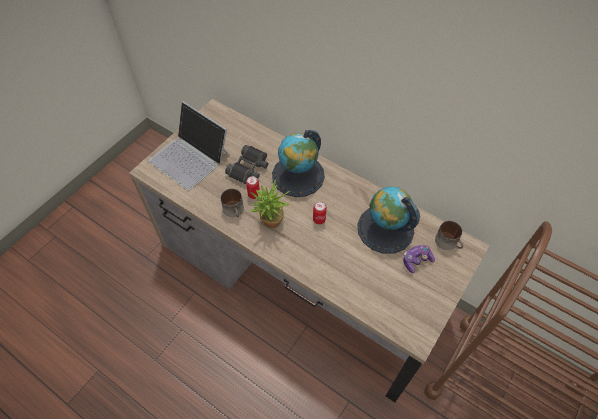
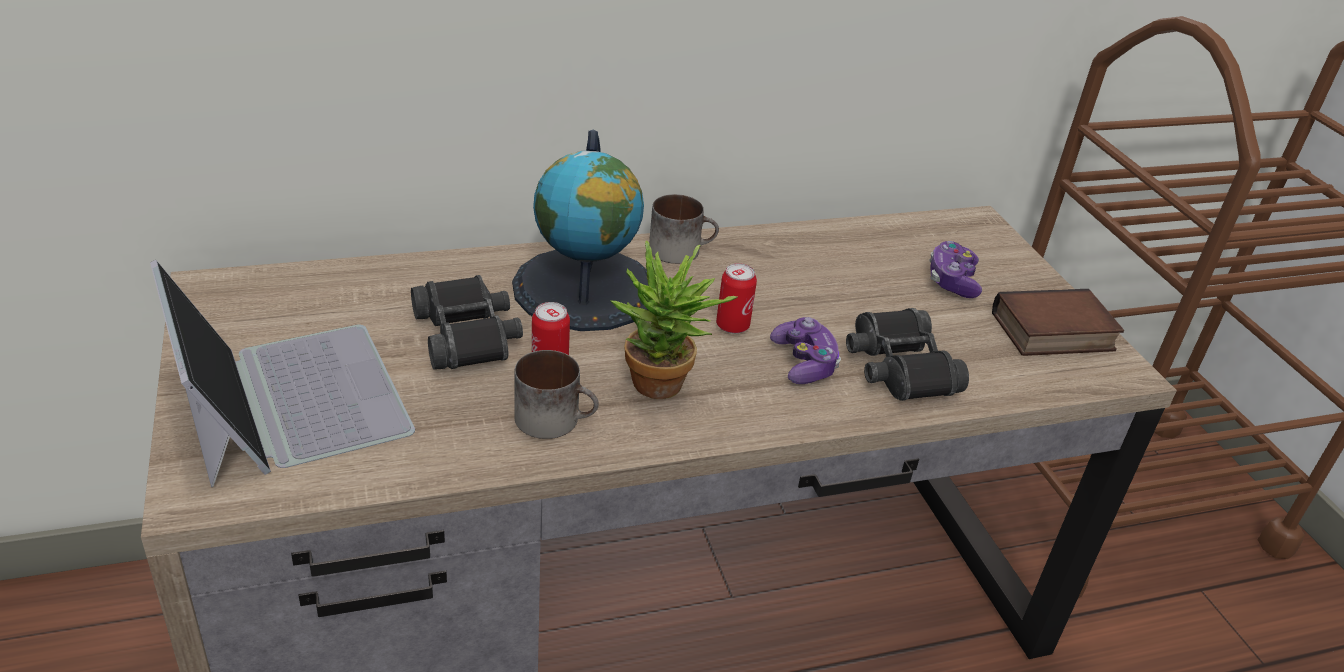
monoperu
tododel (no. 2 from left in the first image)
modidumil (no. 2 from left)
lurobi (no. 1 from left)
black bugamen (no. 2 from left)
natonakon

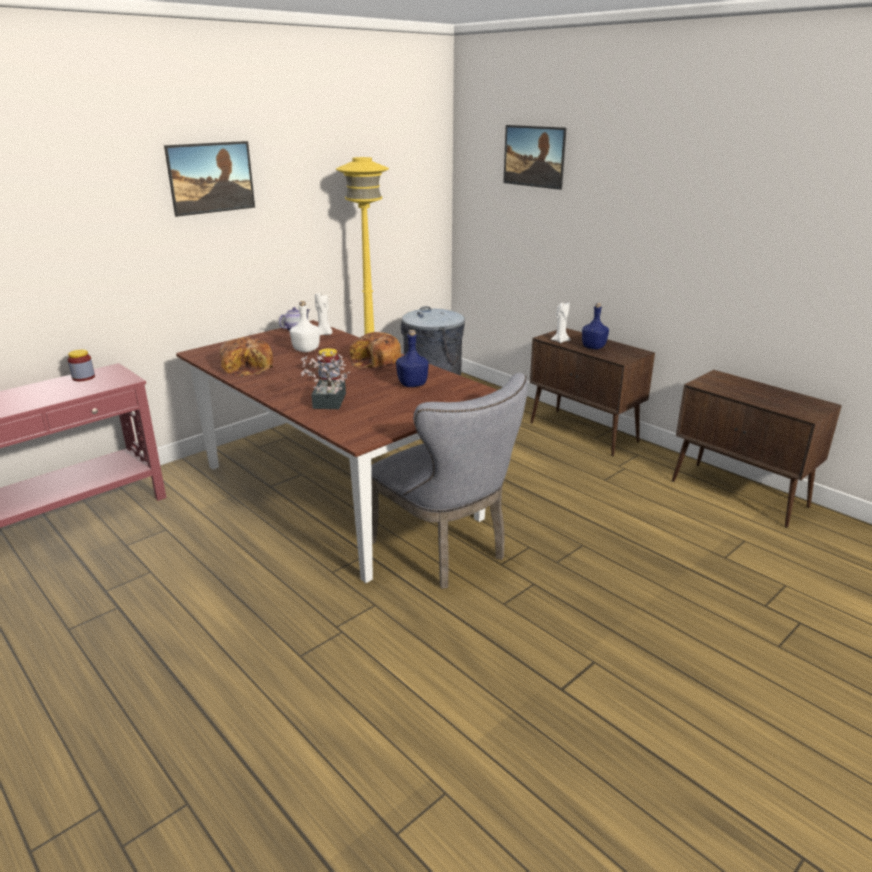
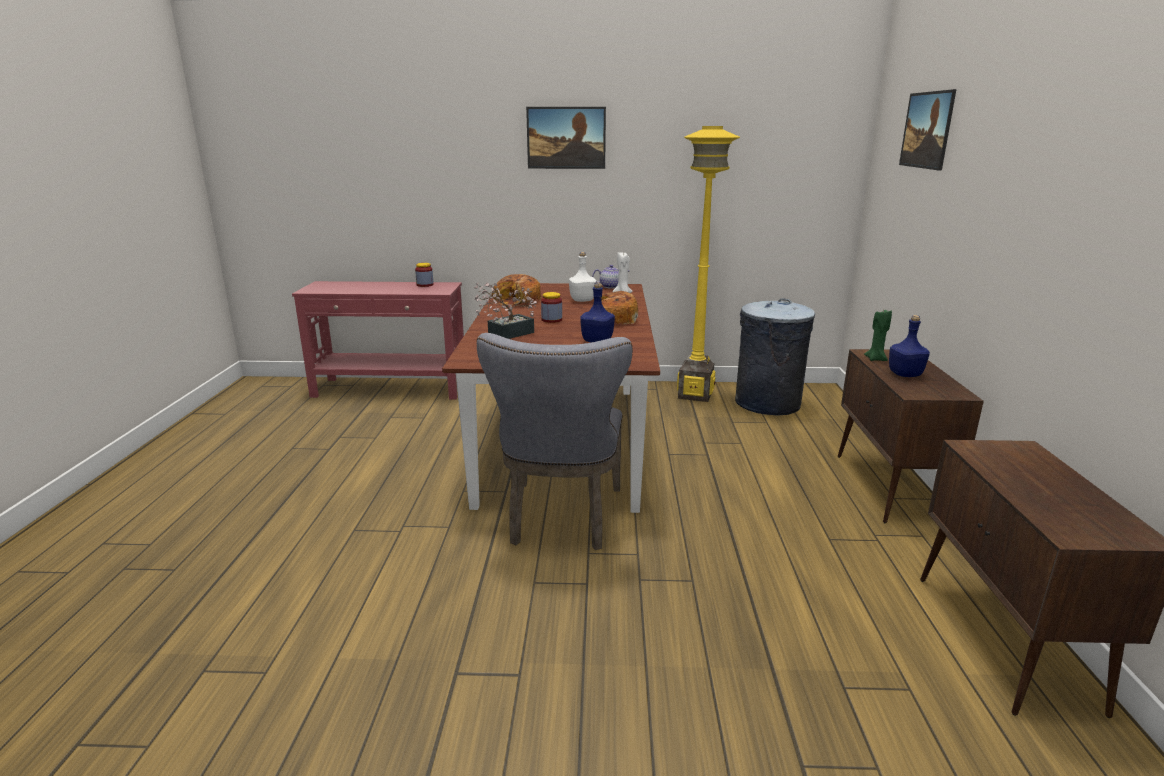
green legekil

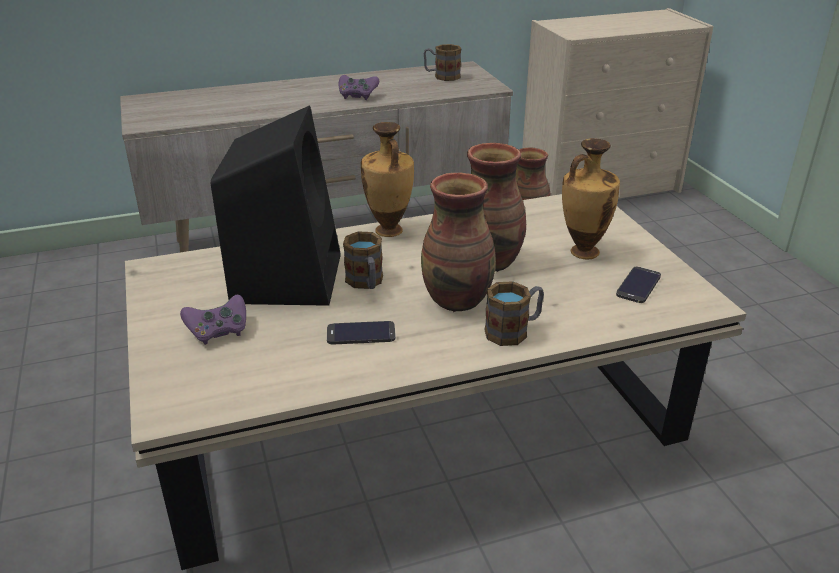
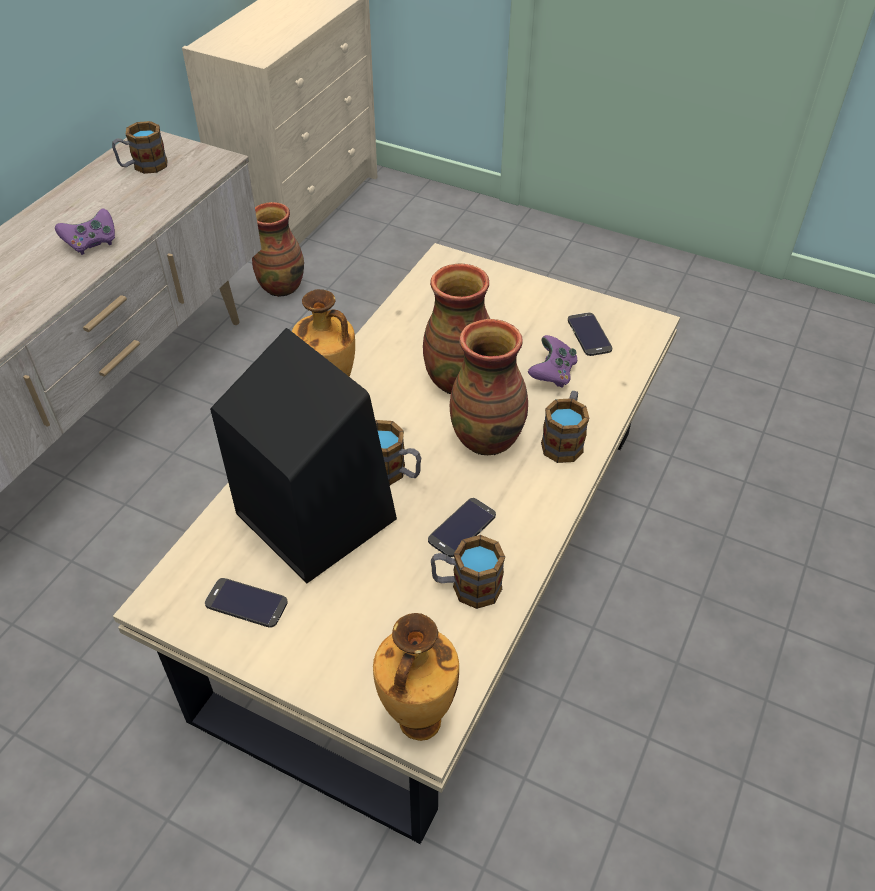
purple lurobi (no. 2 from left)
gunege (no. 3 from left)
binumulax (no. 1 from left)
modidumil (no. 3 from left)

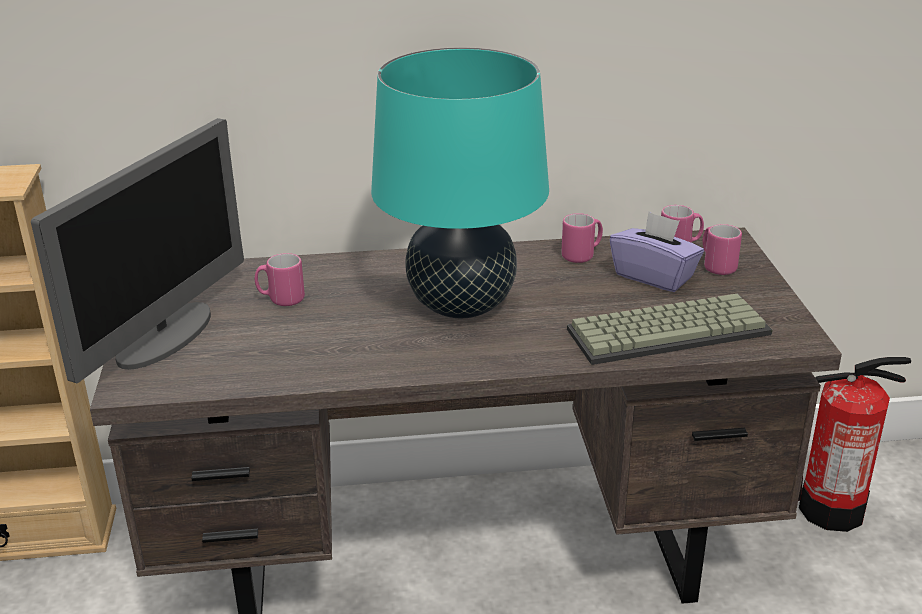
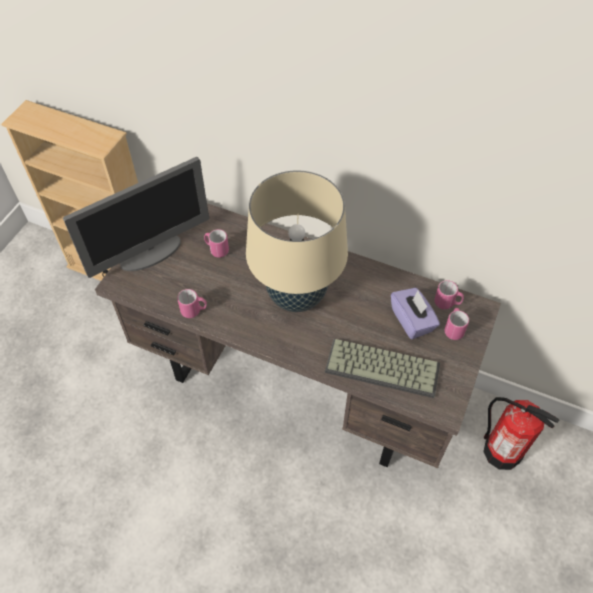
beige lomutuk
pink modidumil (no. 1 from left)

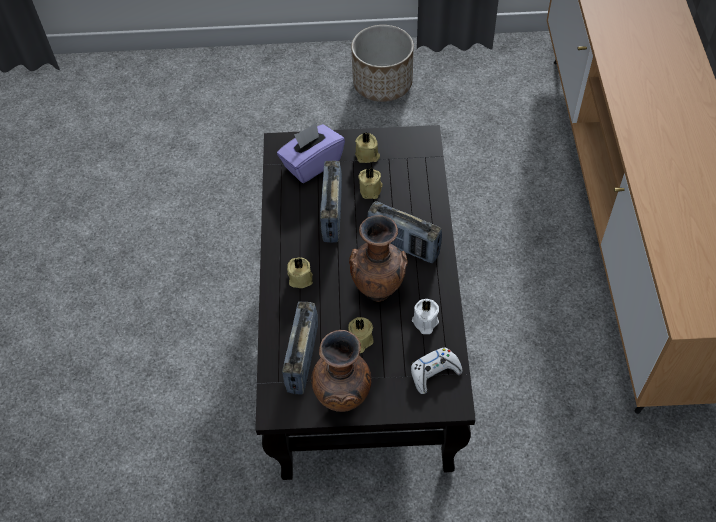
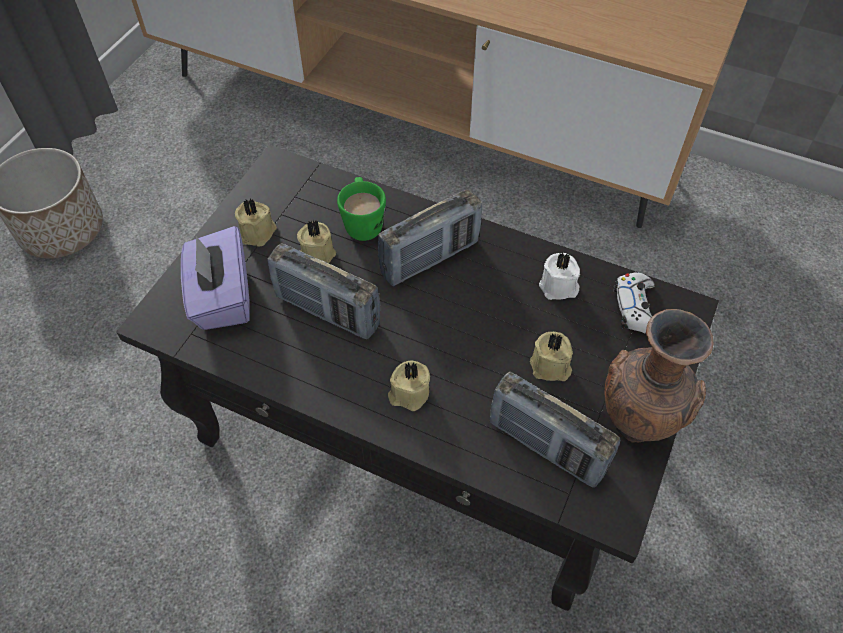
brown gunege (no. 2 from left in the first image)
green modidumil

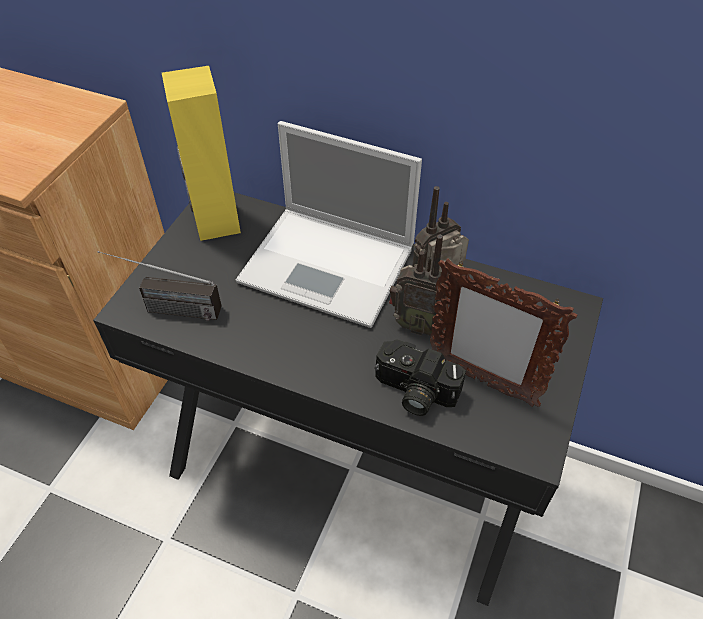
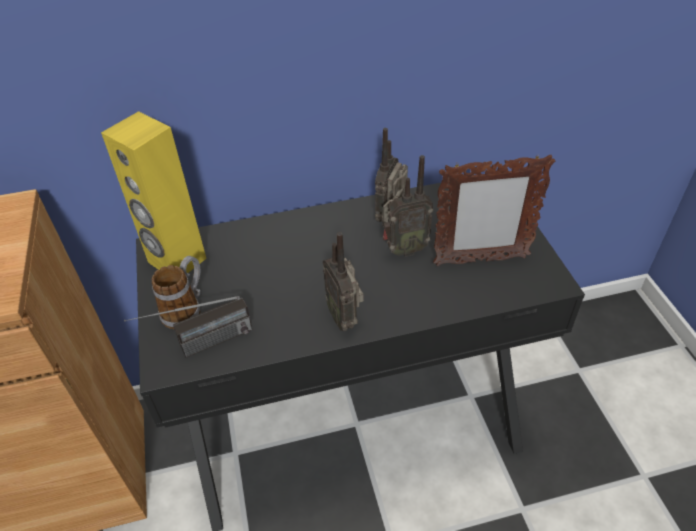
monoperu
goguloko
modidumil
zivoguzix (no. 2 from left)

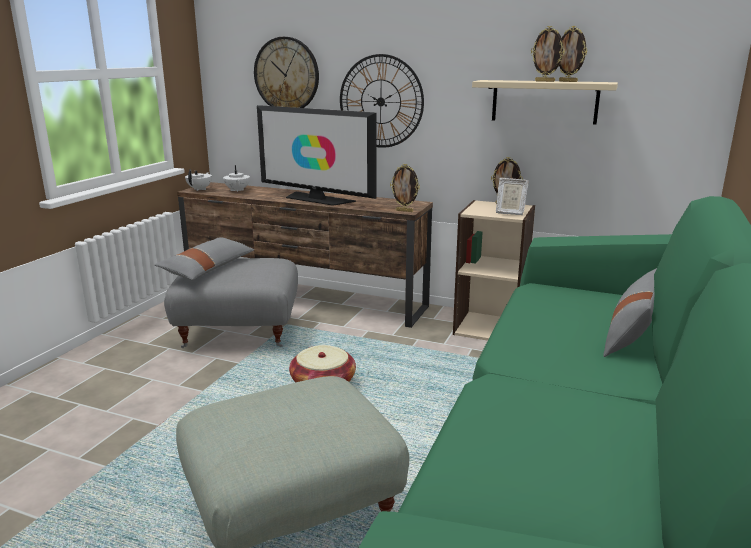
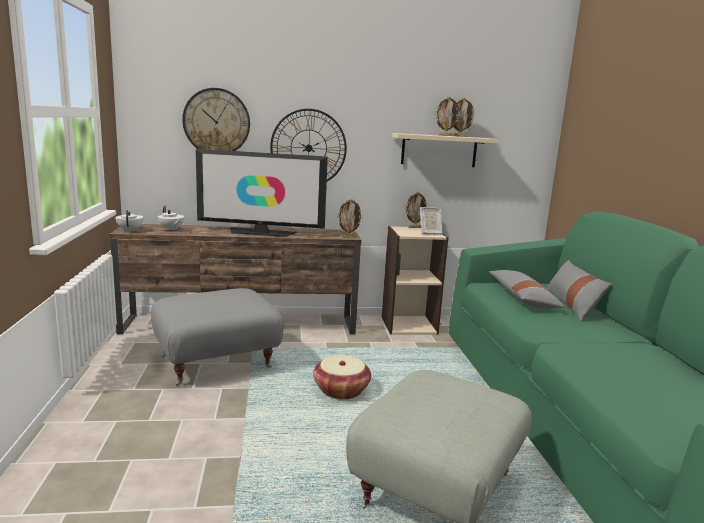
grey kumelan (no. 1 from left)

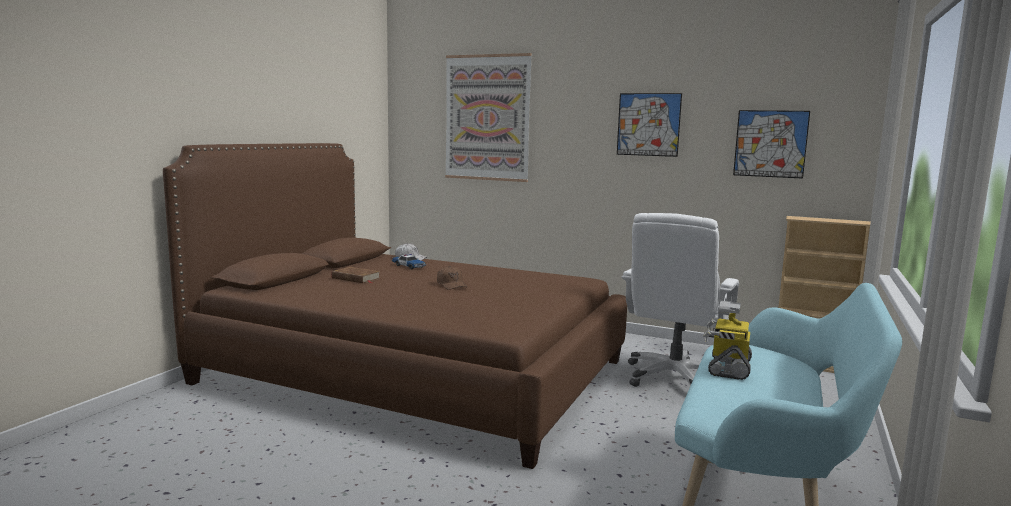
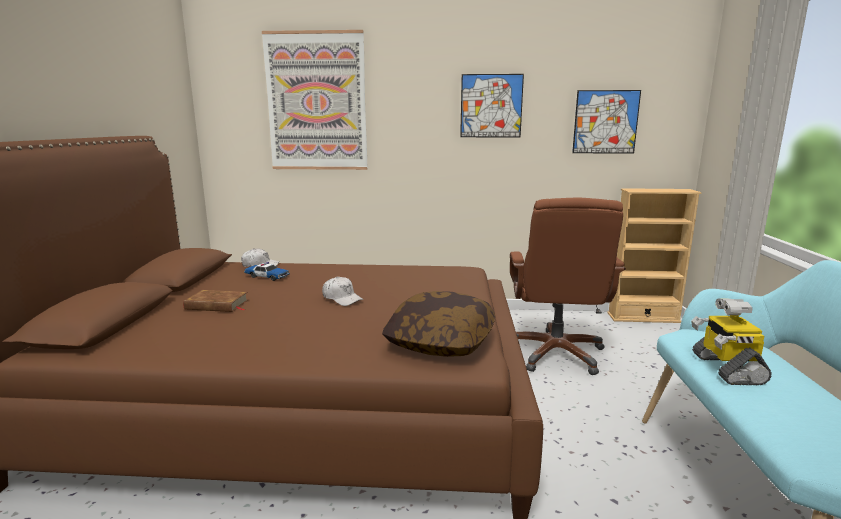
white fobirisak (no. 2 from left)
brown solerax
kumelan

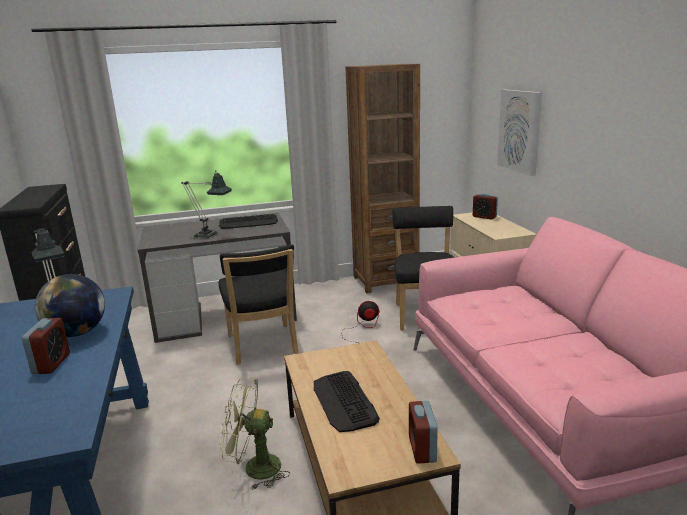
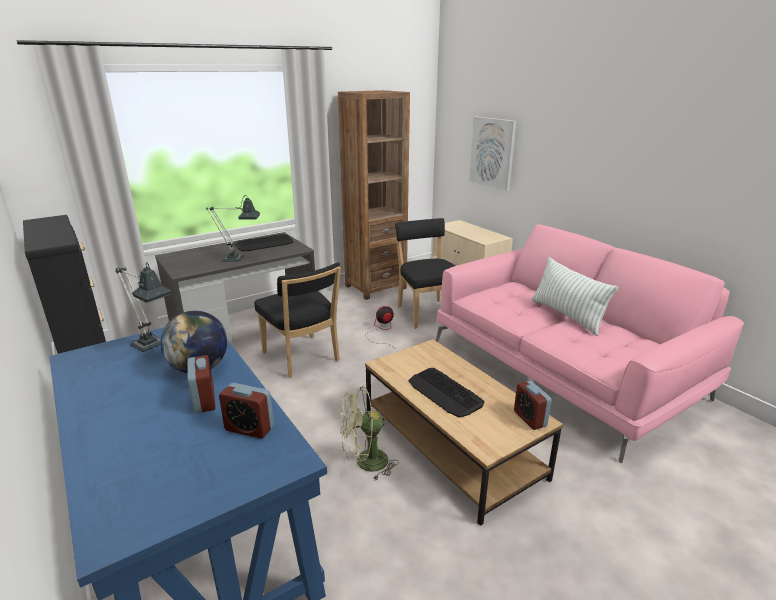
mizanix (no. 2 from left)
kumelan

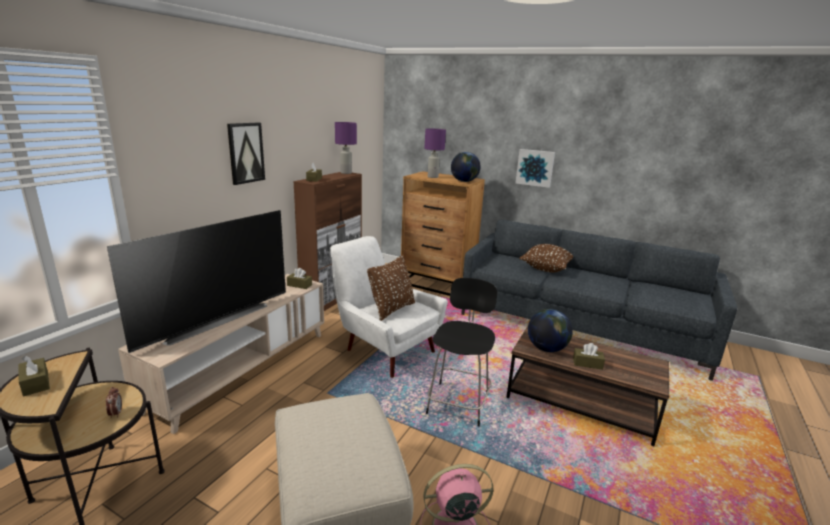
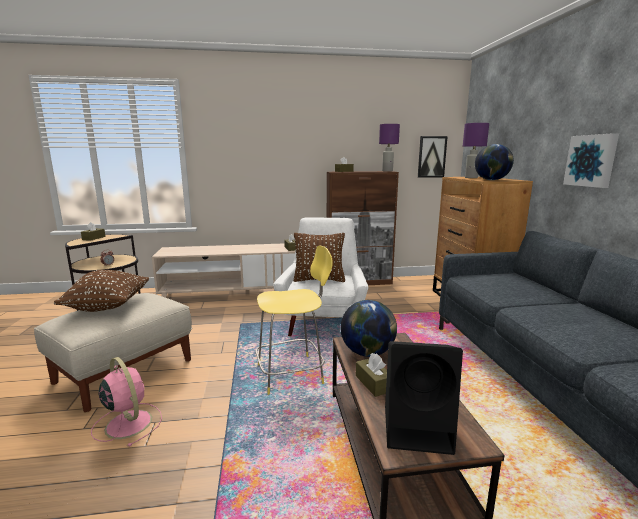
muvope
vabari (no. 1 from left)
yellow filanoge
brown kumelan (no. 1 from left)
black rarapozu

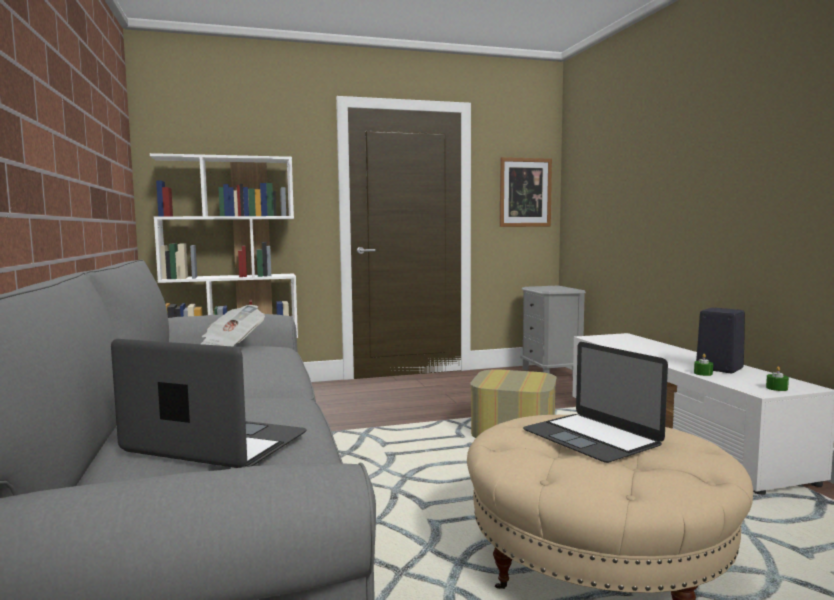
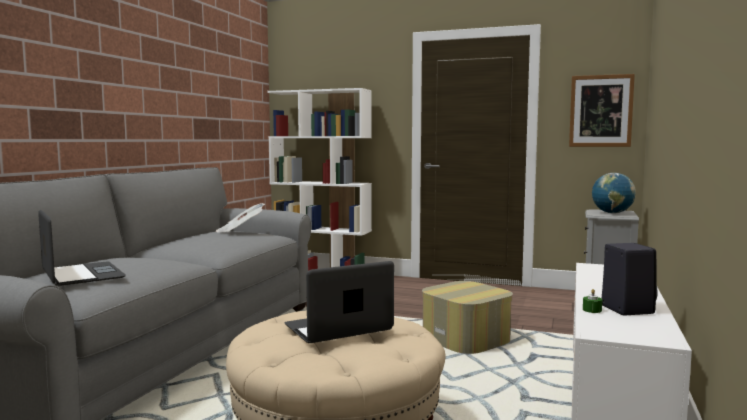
monoperu (no. 2 from left)
green legekil (no. 2 from left in the first image)
tododel

